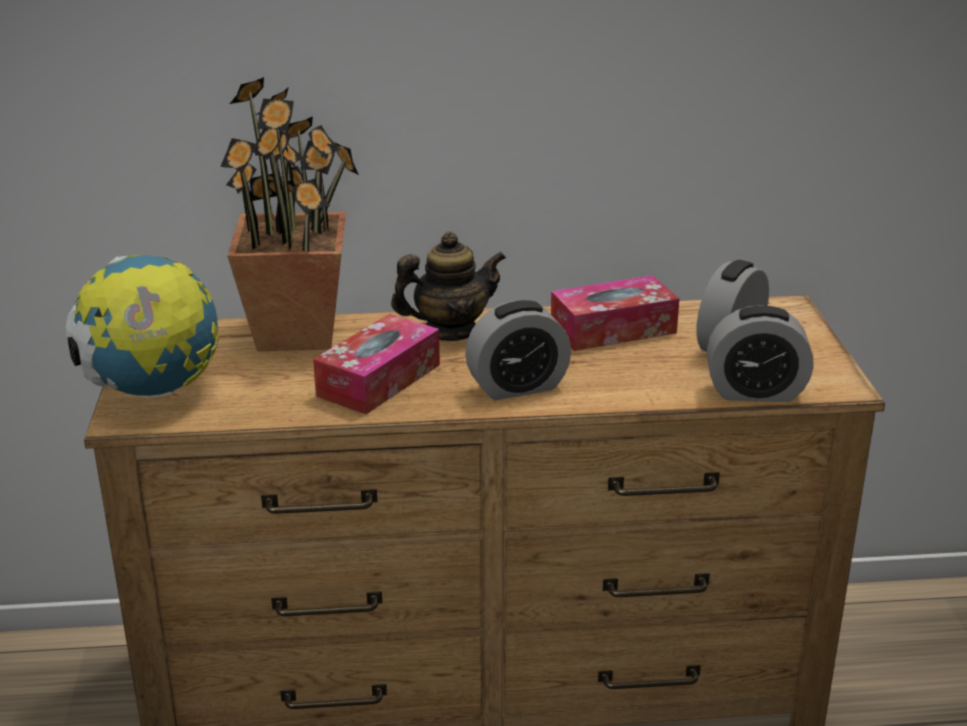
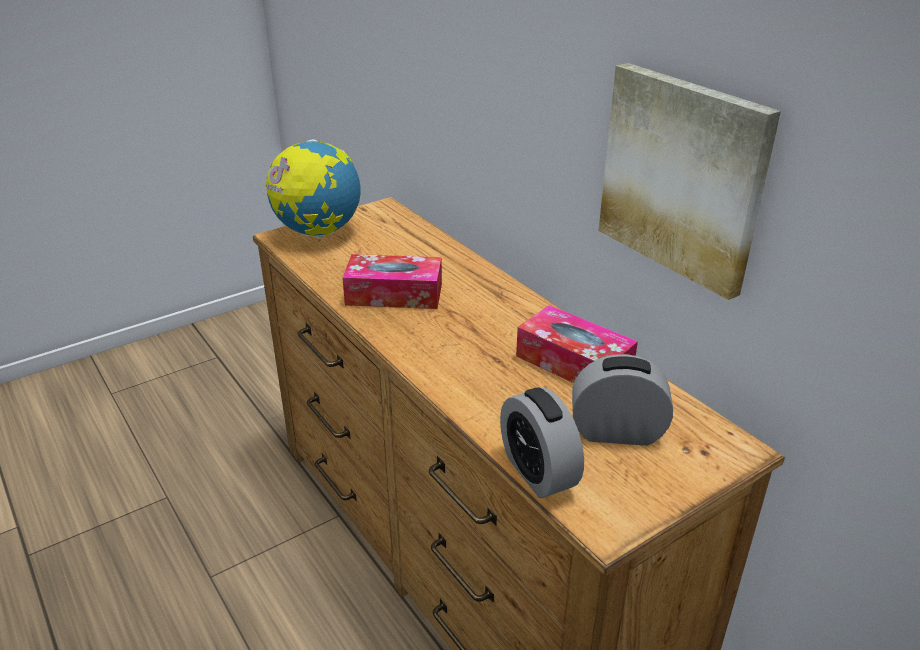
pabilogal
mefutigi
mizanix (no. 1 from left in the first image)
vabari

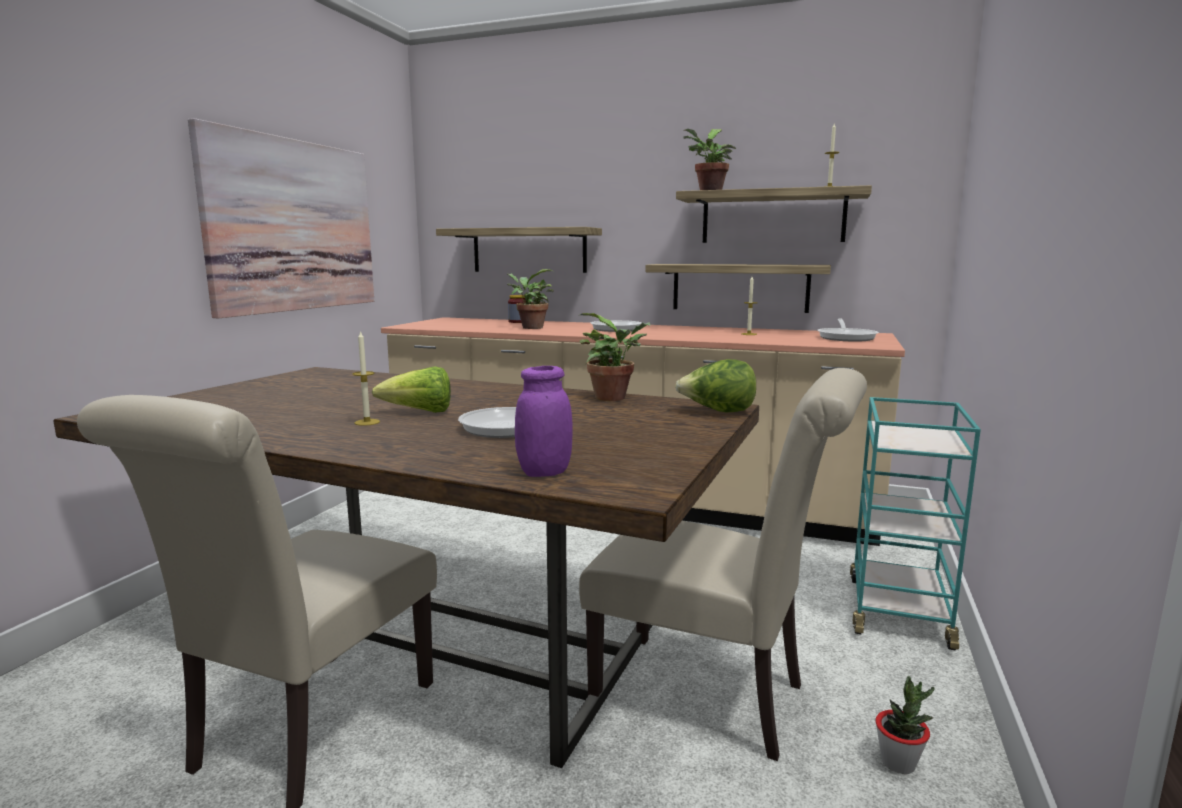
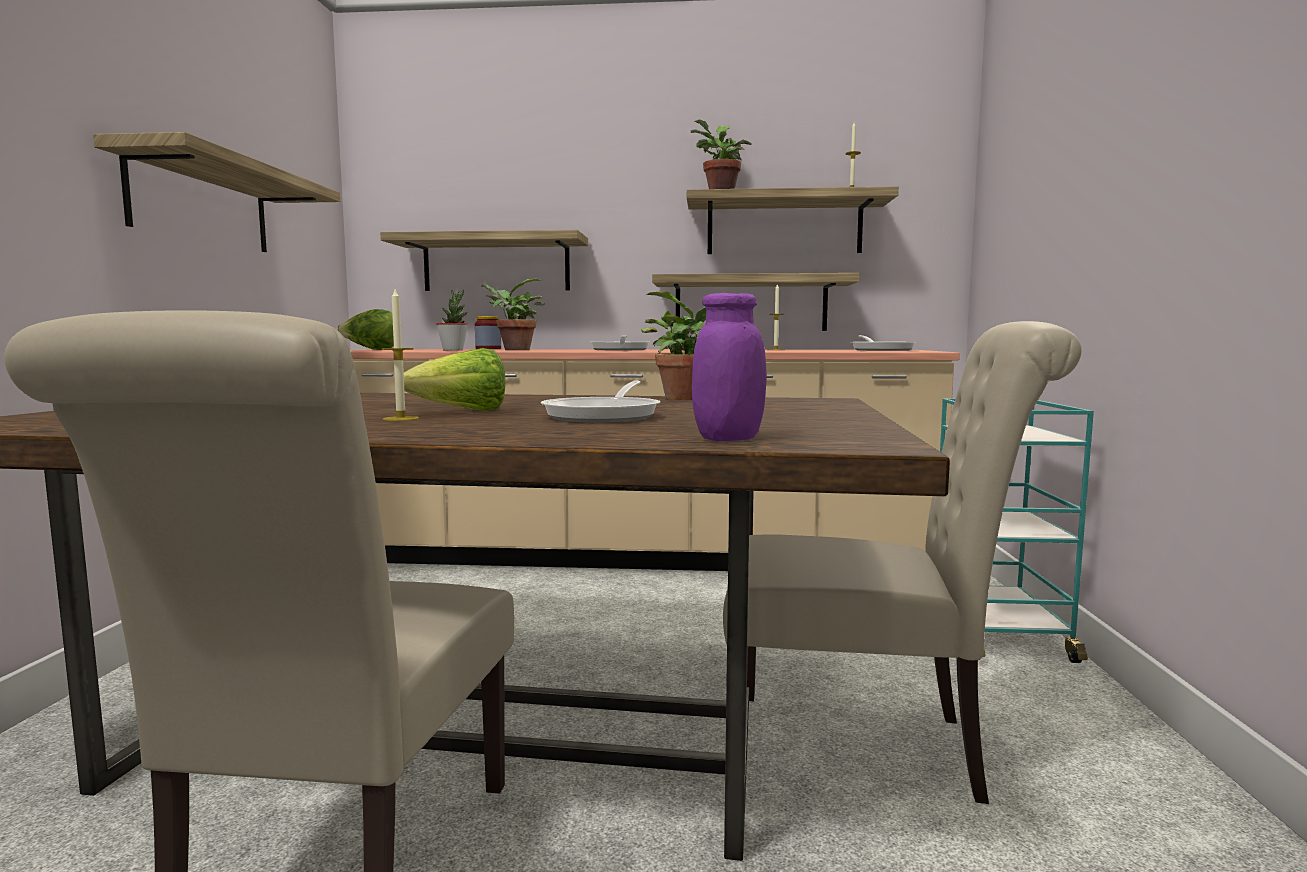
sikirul (no. 1 from left)
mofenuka (no. 1 from left)
pabilogal (no. 1 from left)

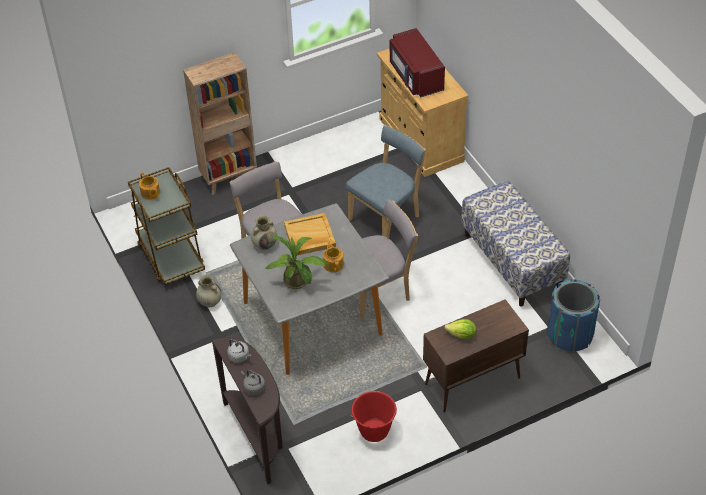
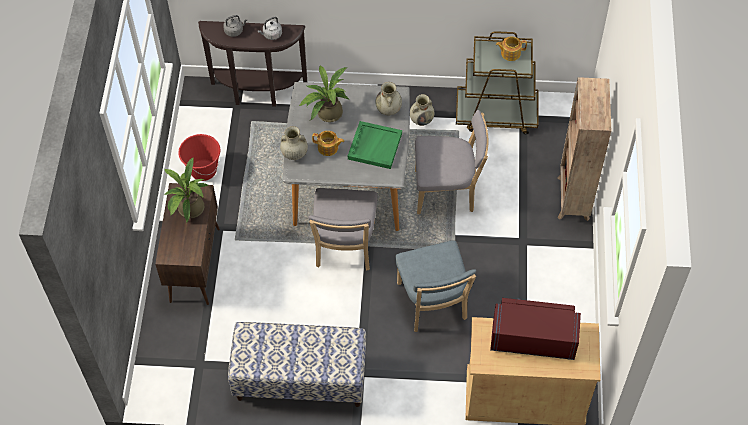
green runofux
pabilogal (no. 1 from left)
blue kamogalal
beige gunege (no. 1 from left)

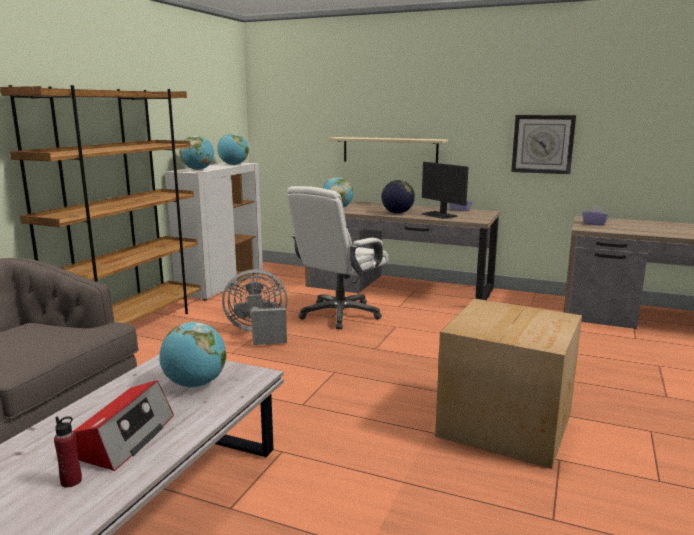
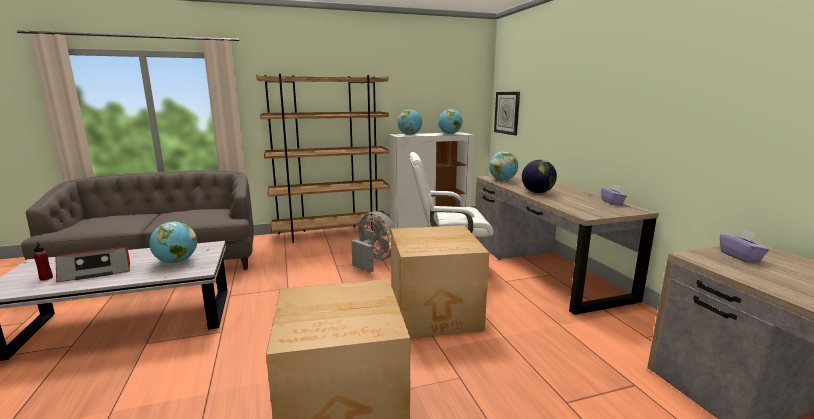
beige sikirul
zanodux
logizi
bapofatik (no. 2 from left)

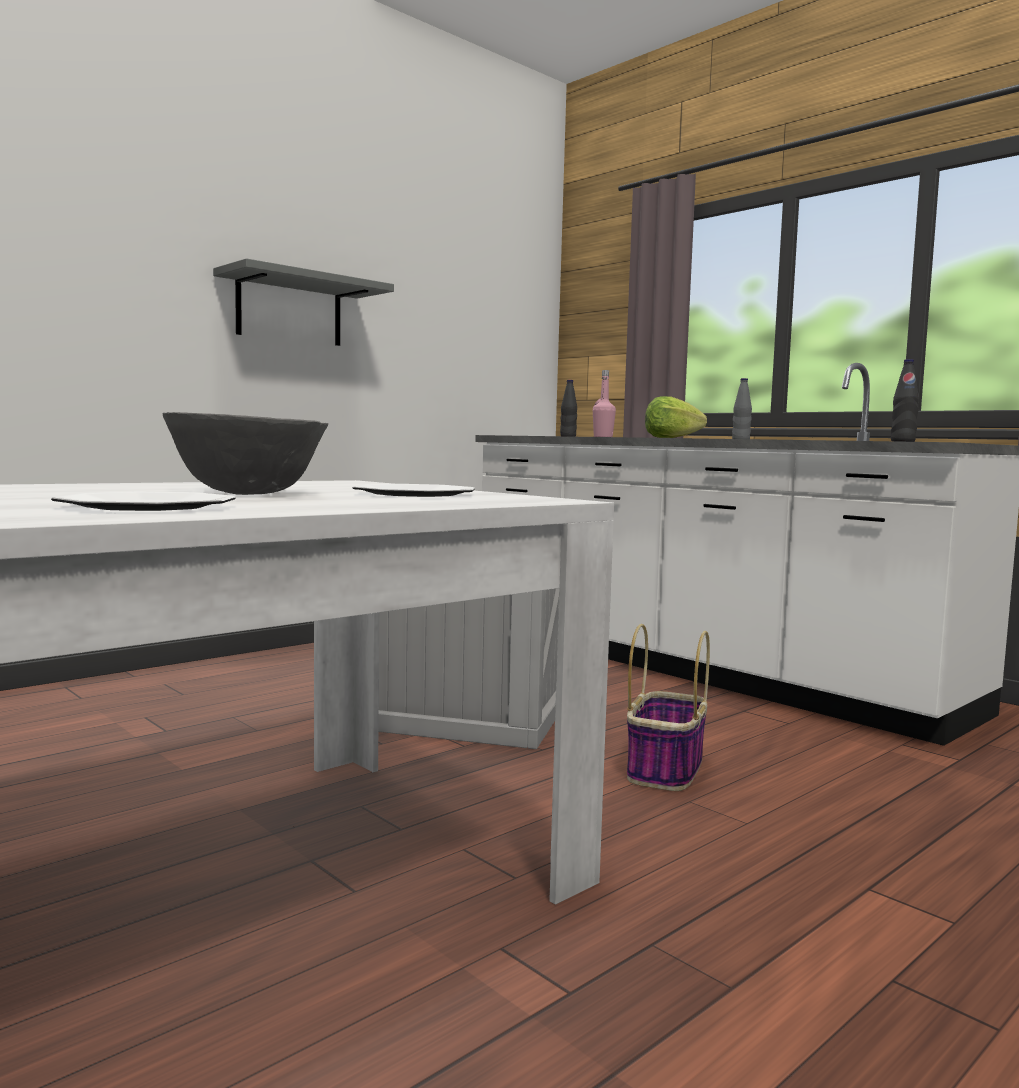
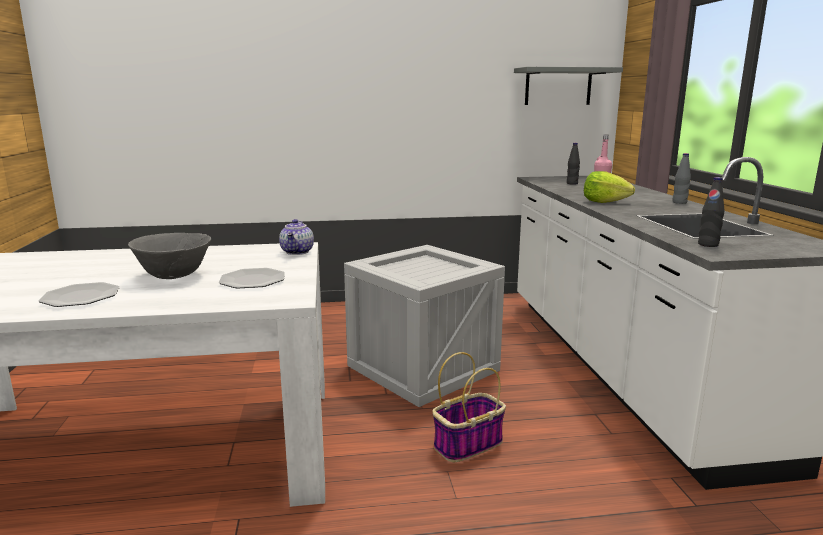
grey sikirul
mefutigi

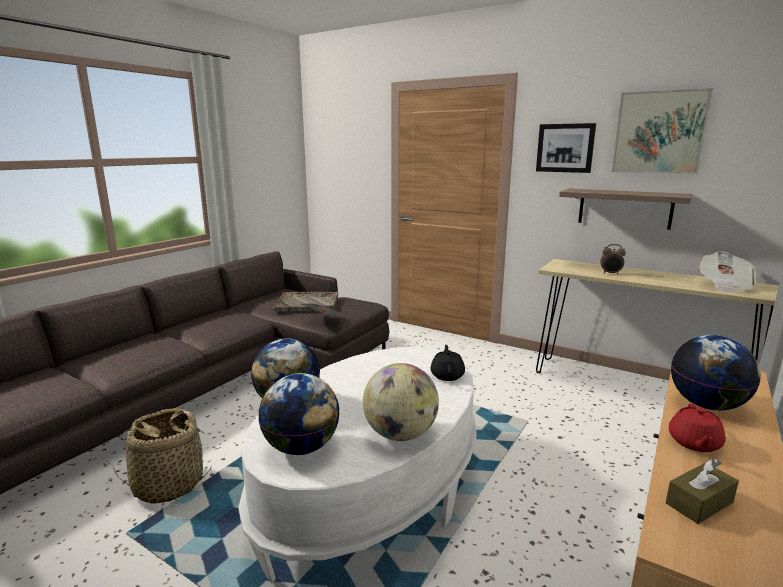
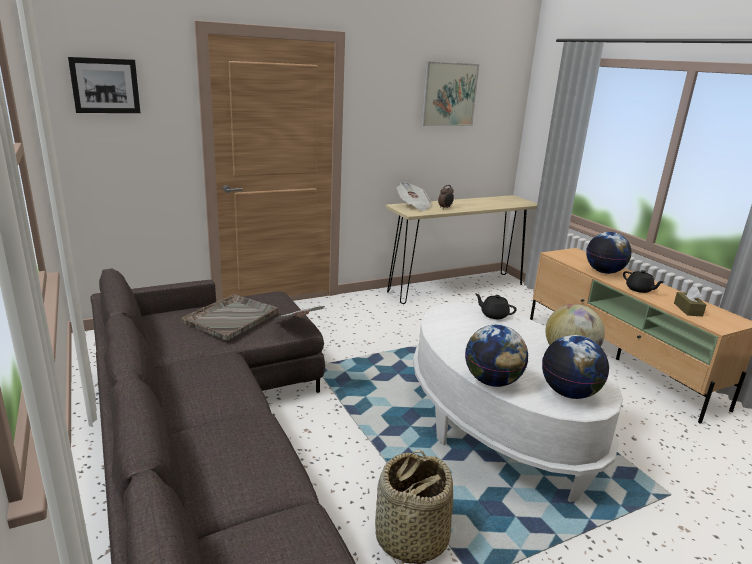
vabari (no. 1 from left)
sikirul
black mefutigi (no. 2 from left)
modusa (no. 2 from left)

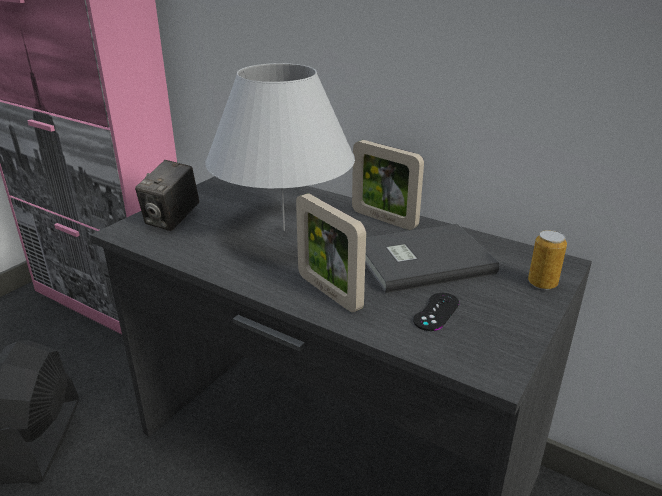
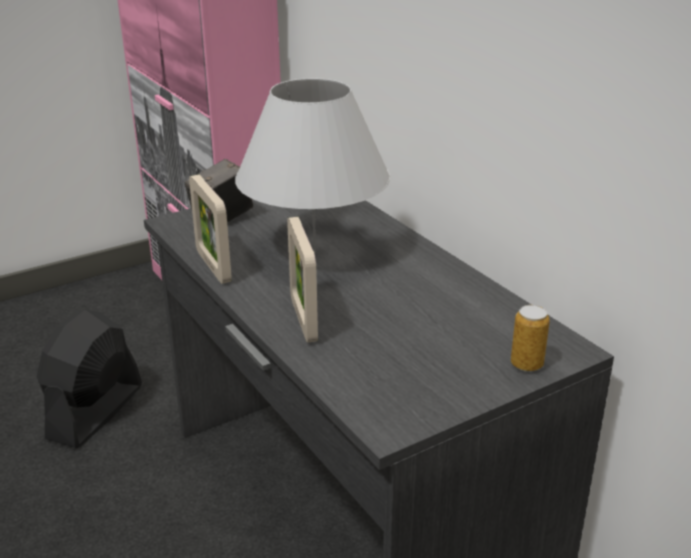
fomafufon (no. 1 from left)
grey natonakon
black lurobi

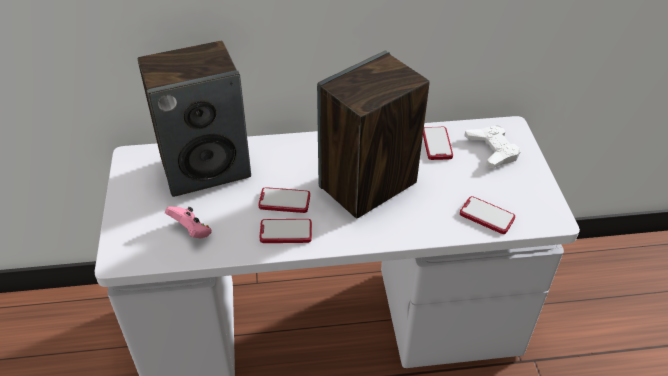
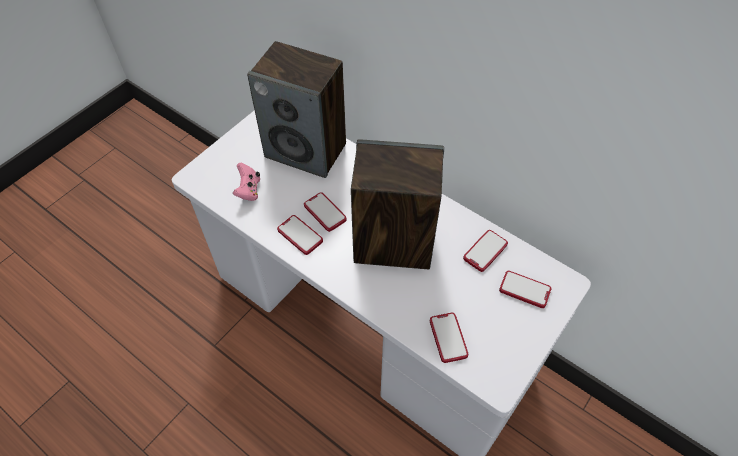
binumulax (no. 5 from left)

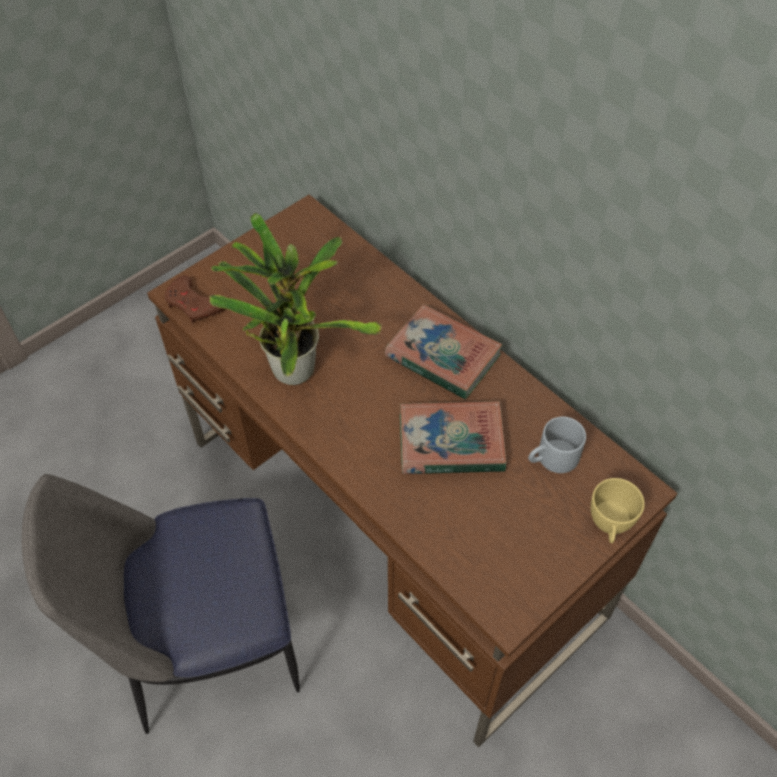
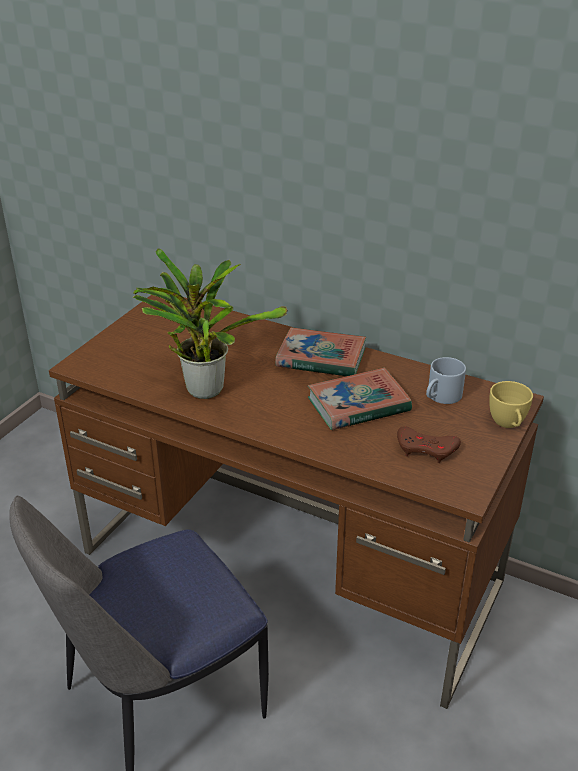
brown lurobi

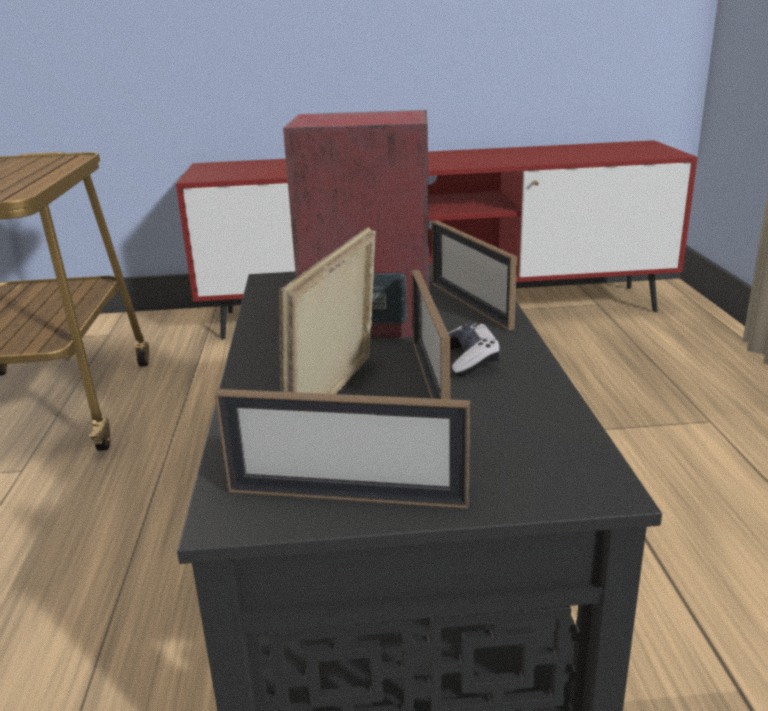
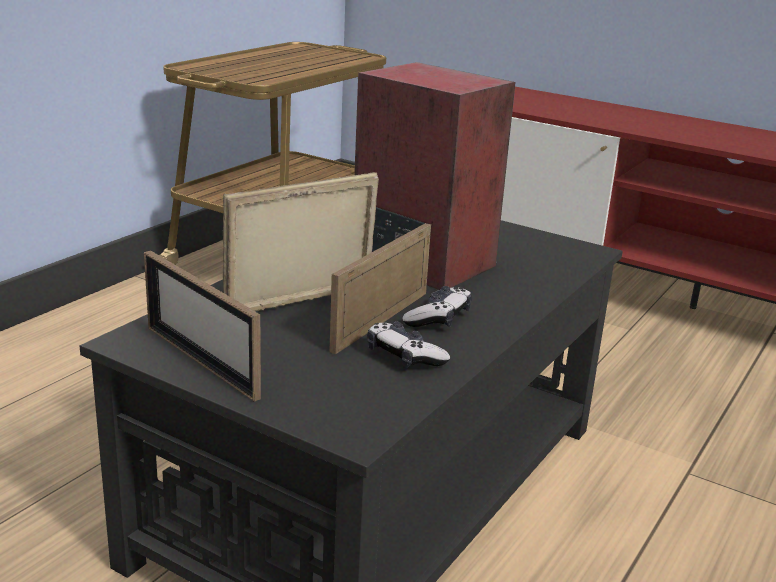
fomafufon (no. 4 from left in the first image)
lurobi (no. 1 from left)

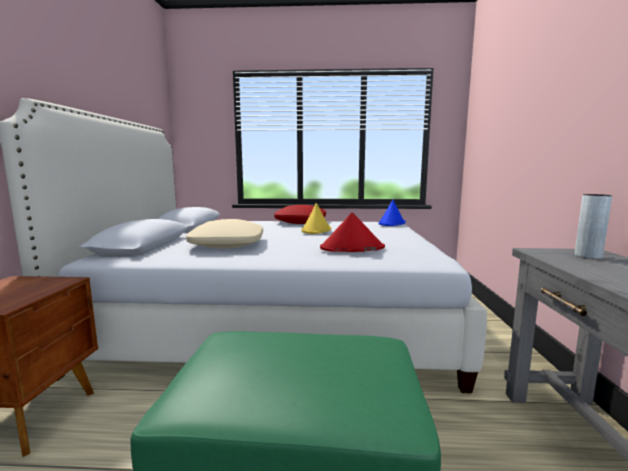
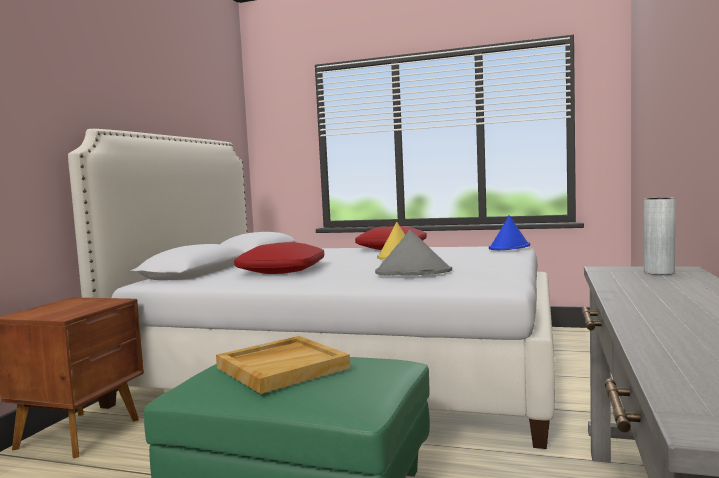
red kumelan (no. 1 from left)
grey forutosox
beige runofux

